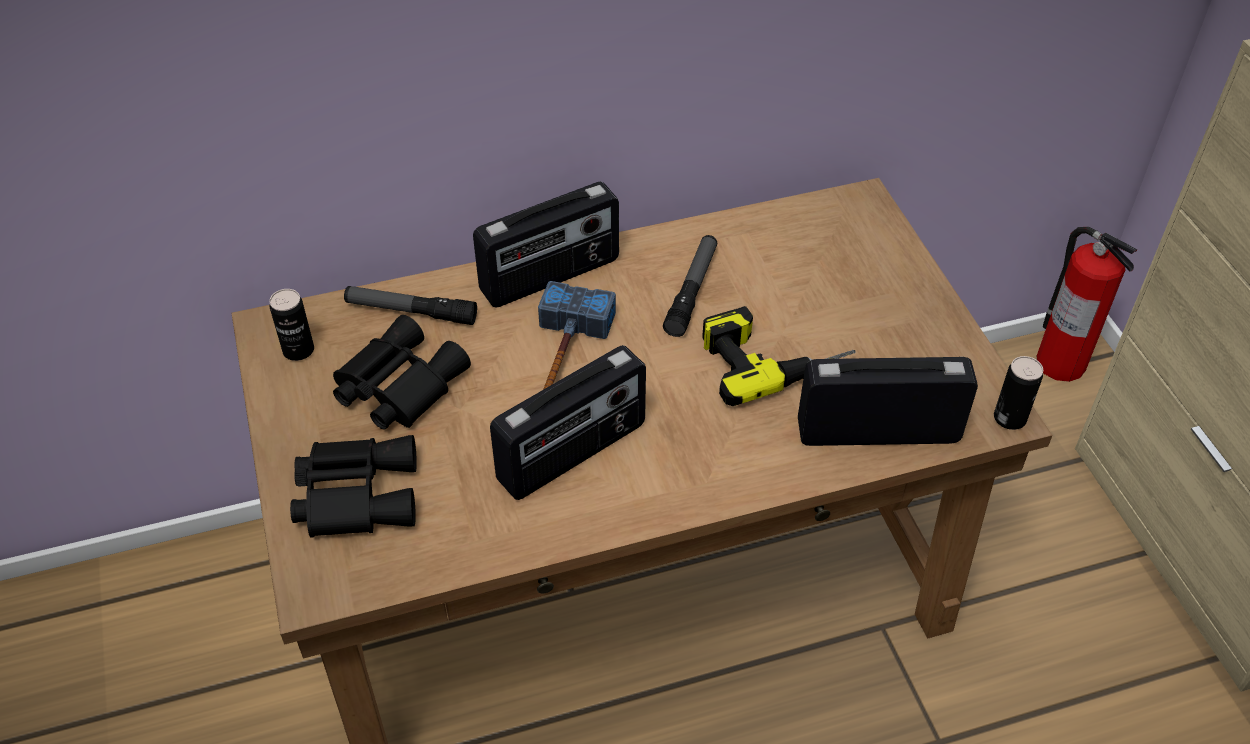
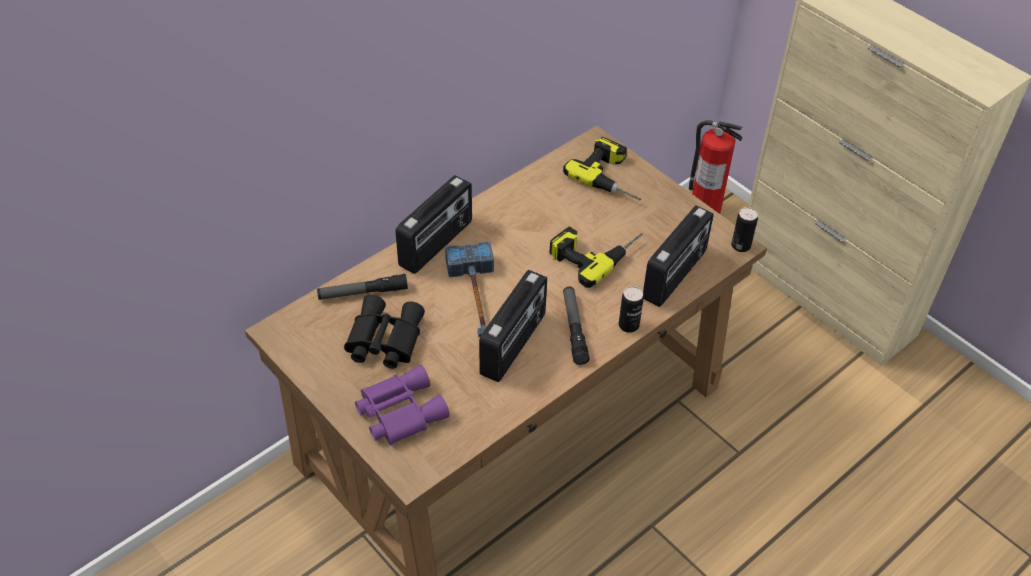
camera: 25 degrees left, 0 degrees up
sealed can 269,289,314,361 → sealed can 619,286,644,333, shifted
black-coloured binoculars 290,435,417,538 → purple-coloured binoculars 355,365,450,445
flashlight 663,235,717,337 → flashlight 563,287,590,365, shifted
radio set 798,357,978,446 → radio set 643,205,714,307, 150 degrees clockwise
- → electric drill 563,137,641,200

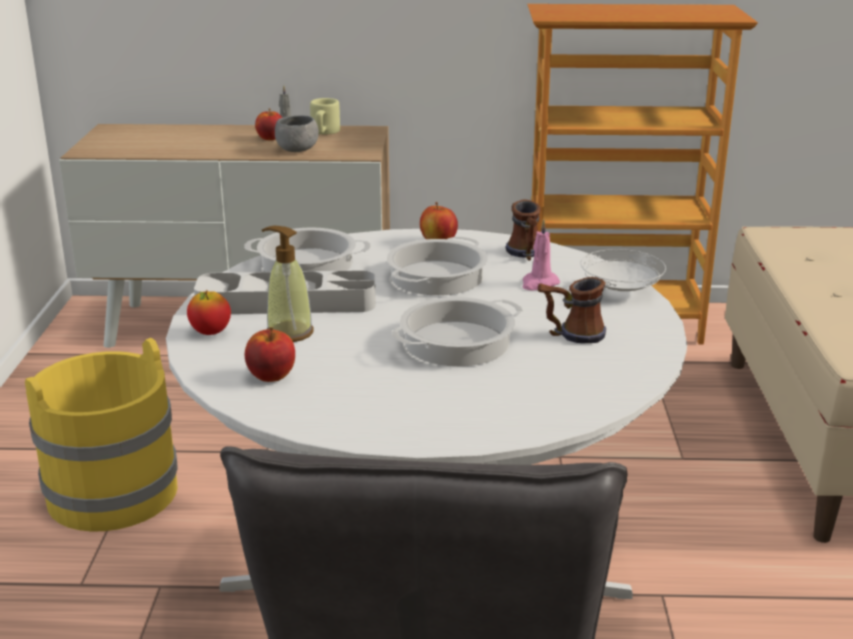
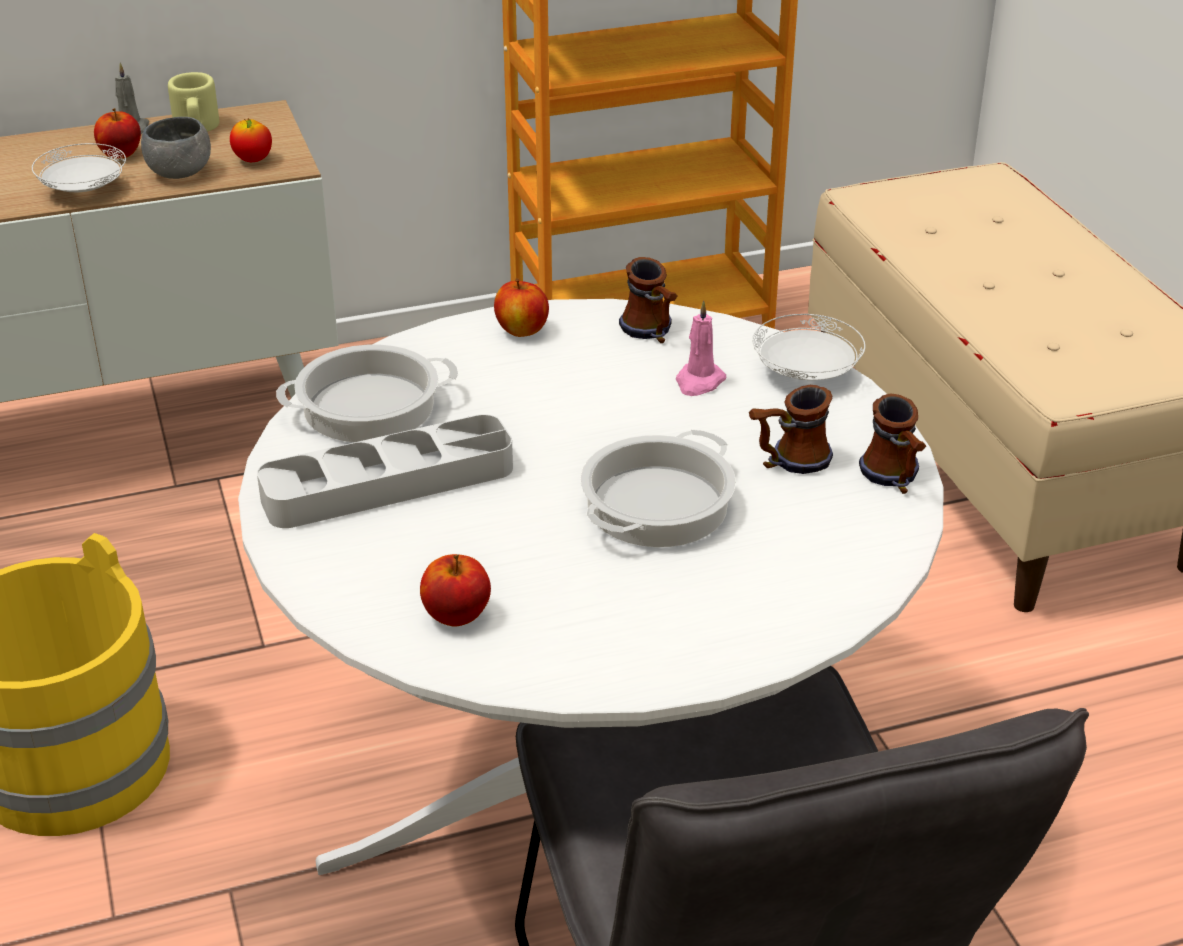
camera: 20 degrees left, 10 degrees up
apple fruit 187,290,231,335 → apple fruit 230,118,272,162, shifted
soap dispenser 262,225,314,342 → -
saucepot 387,237,488,295 → -
- → white-coloured flat dish 32,143,126,192
- → mug 859,393,926,494

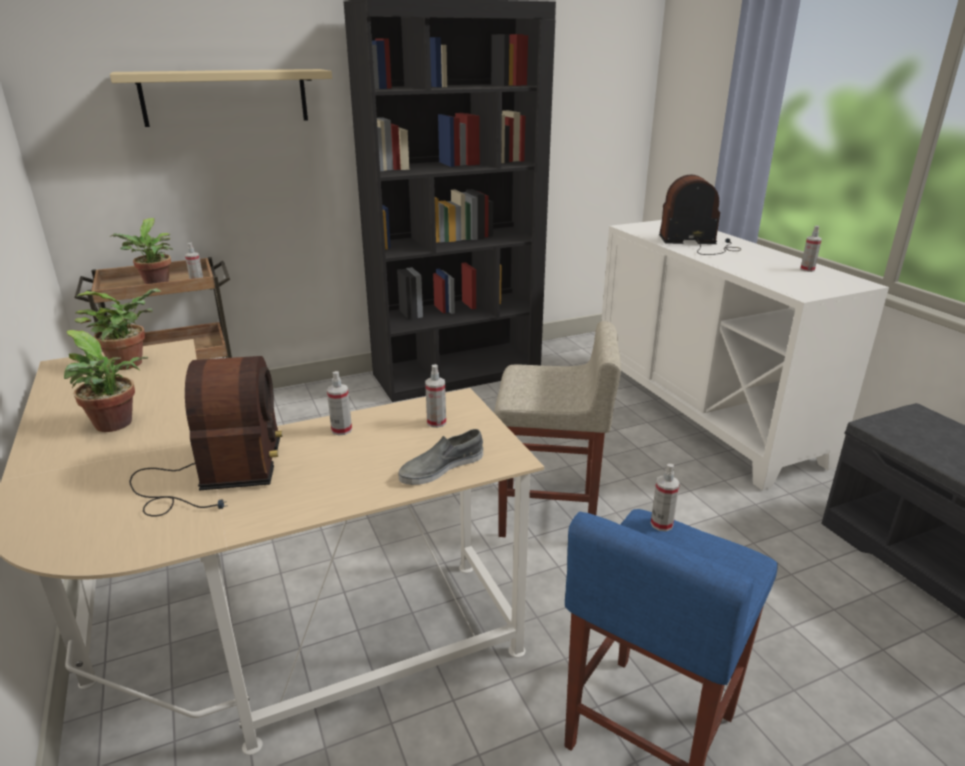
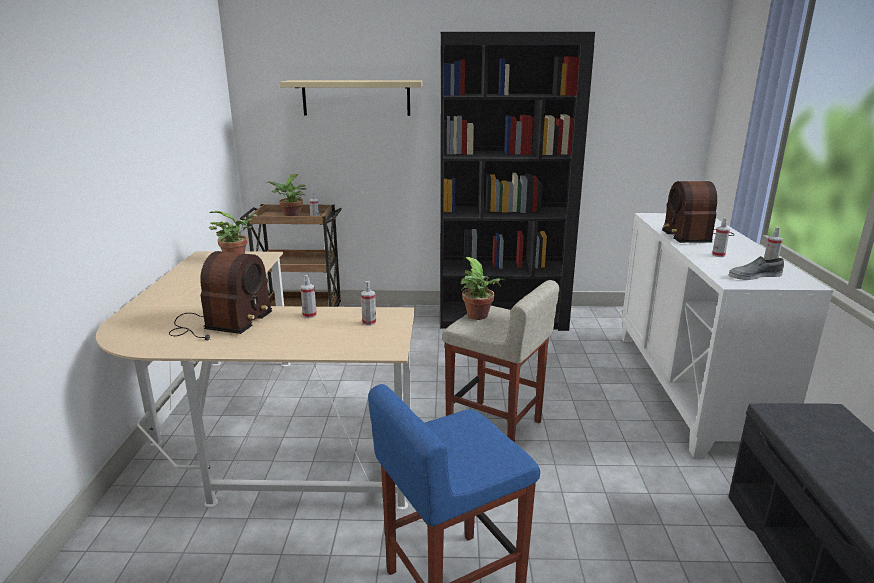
camera: 25 degrees right, 5 degrees down
plant in a pot 64,330,148,432 → plant in a pot 461,257,505,320, shifted
greyish shoe 399,429,483,485 → greyish shoe 729,256,784,280, shifted
hand sprayer 650,464,680,531 → hand sprayer 712,218,730,257, shifted
radio set 659,175,741,255 → radio set 662,181,734,243, 120 degrees counterclockwise

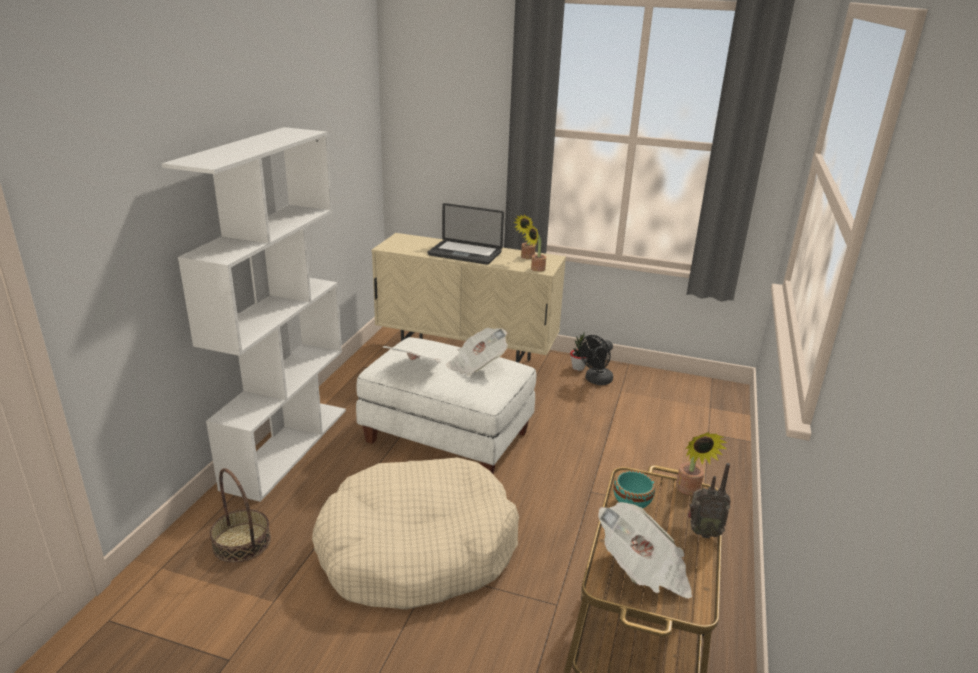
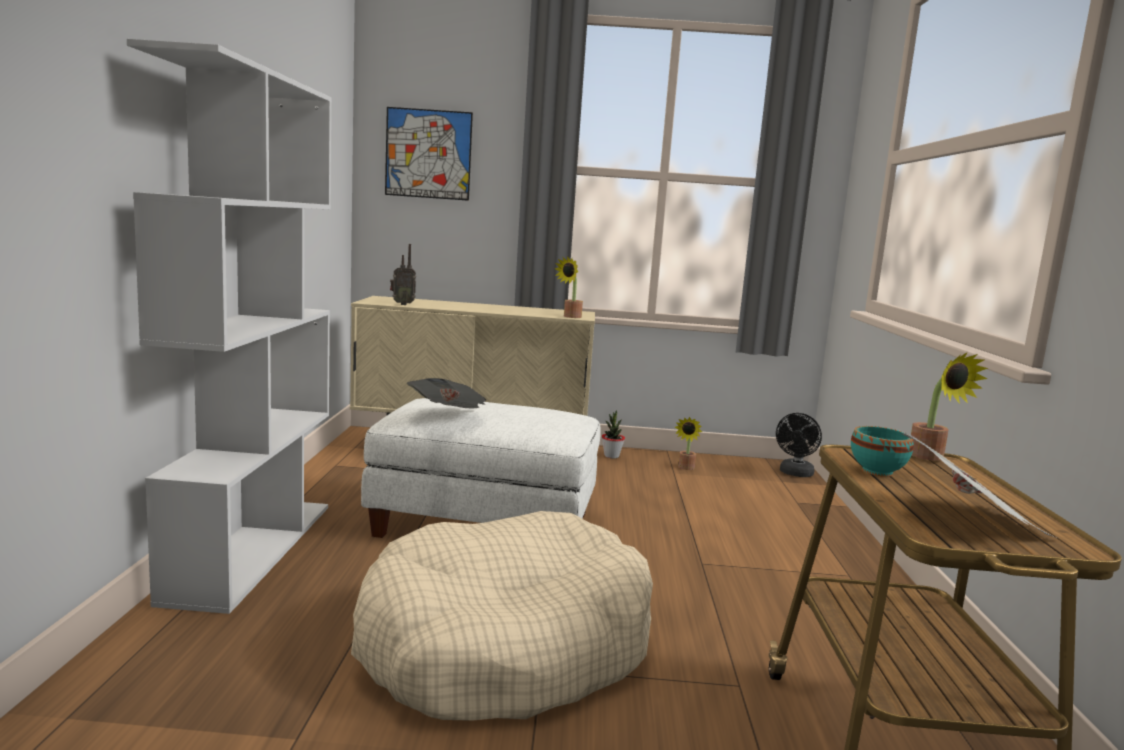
camera: 15 degrees left, 15 degrees down
storage basket 210,468,271,563 → -
laptop 428,203,504,265 → -
newspaper 447,328,508,376 → -
plant in a pot 513,214,536,259 → plant in a pot 674,417,702,470, shifted
black-coloured electric fan 579,335,613,385 → black-coloured electric fan 776,413,822,477, shifted
radio set 688,463,731,539 → radio set 390,244,416,305, shifted
- → wall picture 385,107,473,201

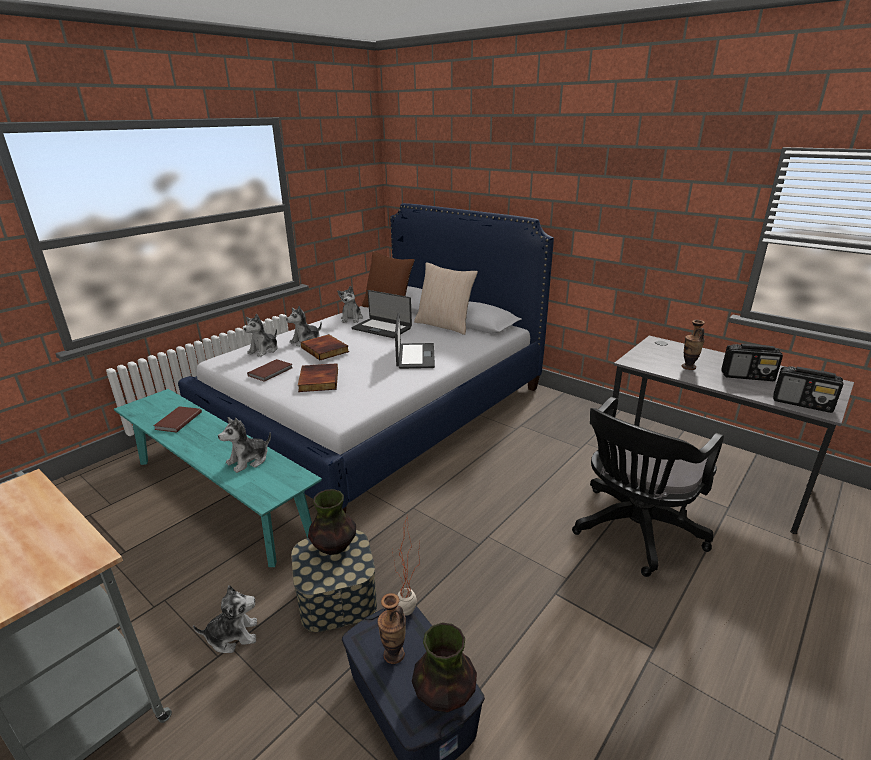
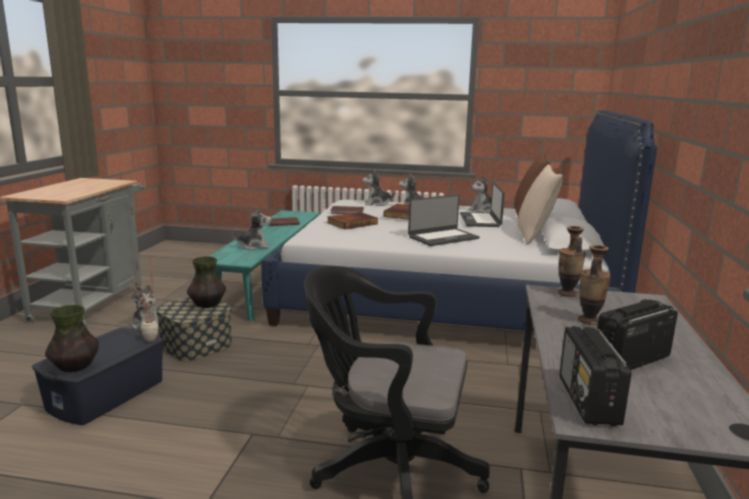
camera: 60 degrees right, 10 degrees down
plush toy 218,417,271,473 → plush toy 232,207,271,250, 150 degrees clockwise
decorative vase 377,593,406,664 → decorative vase 558,226,586,297, shifted
radio set 722,344,783,381 → radio set 597,300,678,370, 75 degrees clockwise

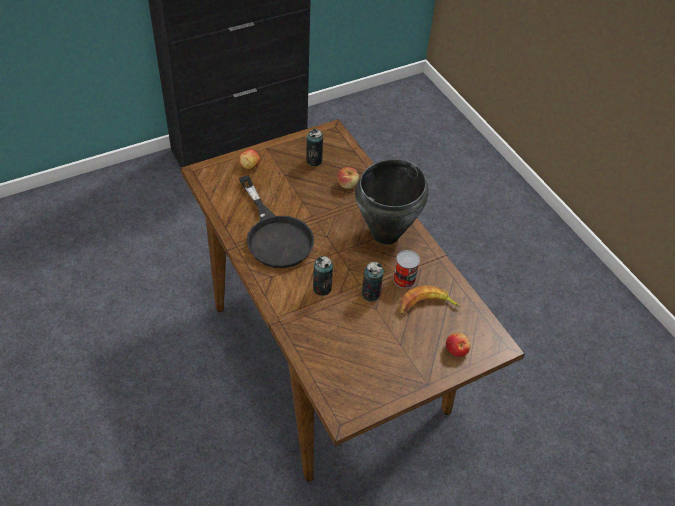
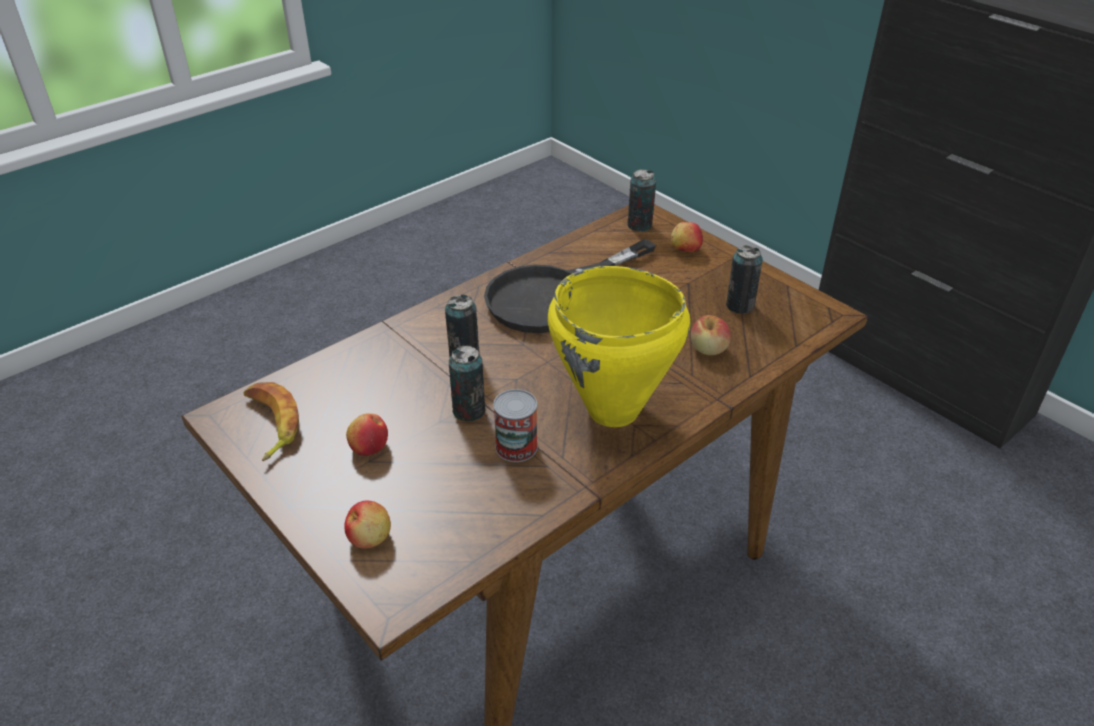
camera: 80 degrees right, 10 degrees down
black-coloured saucepot 355,159,428,245 → yellowish saucepot 548,266,690,427
banana 399,286,461,314 → banana 243,382,299,461, shifted
- → apple fruit 346,413,388,456
- → sealed can 627,170,656,232

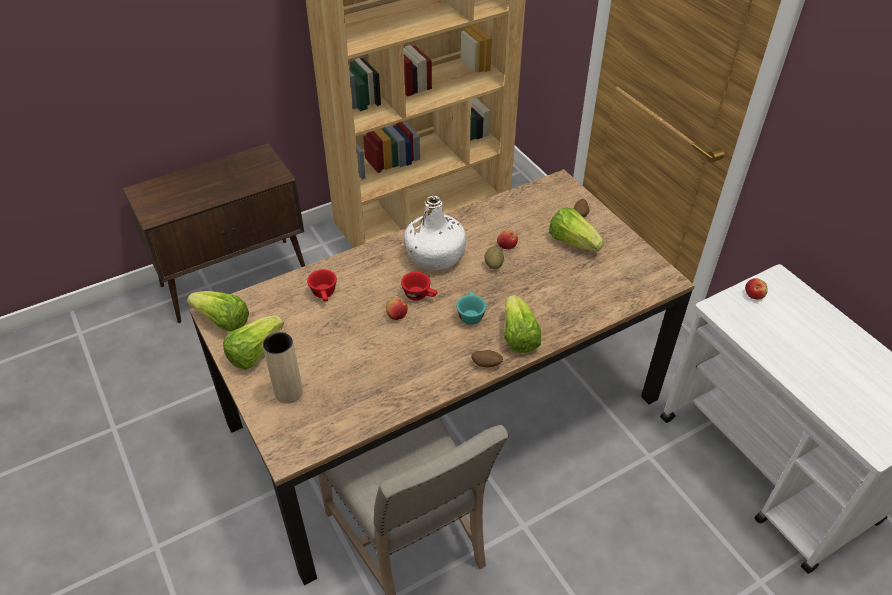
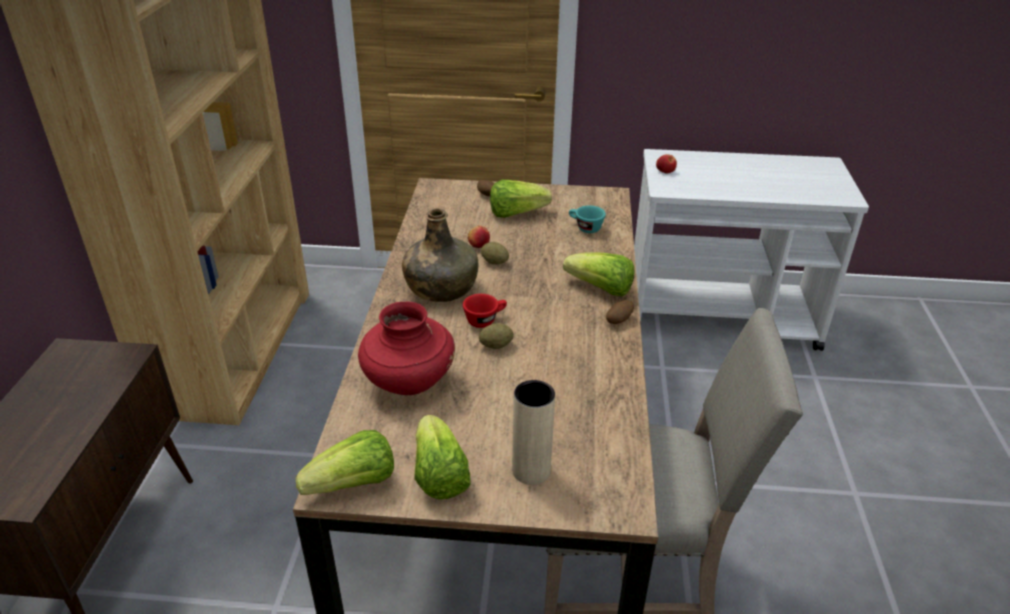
camera: 55 degrees left, 10 degrees down
red-coloured drinking cup 307,269,337,301 → red-coloured decorative vase 358,302,455,395
apple fruit 386,298,408,320 → whole potato 479,323,514,349
white-coloured beverage bottle 404,196,466,271 → green beverage bottle 402,208,479,302
blue-green drinking cup 456,292,486,325 → blue-green drinking cup 569,206,606,233, shifted

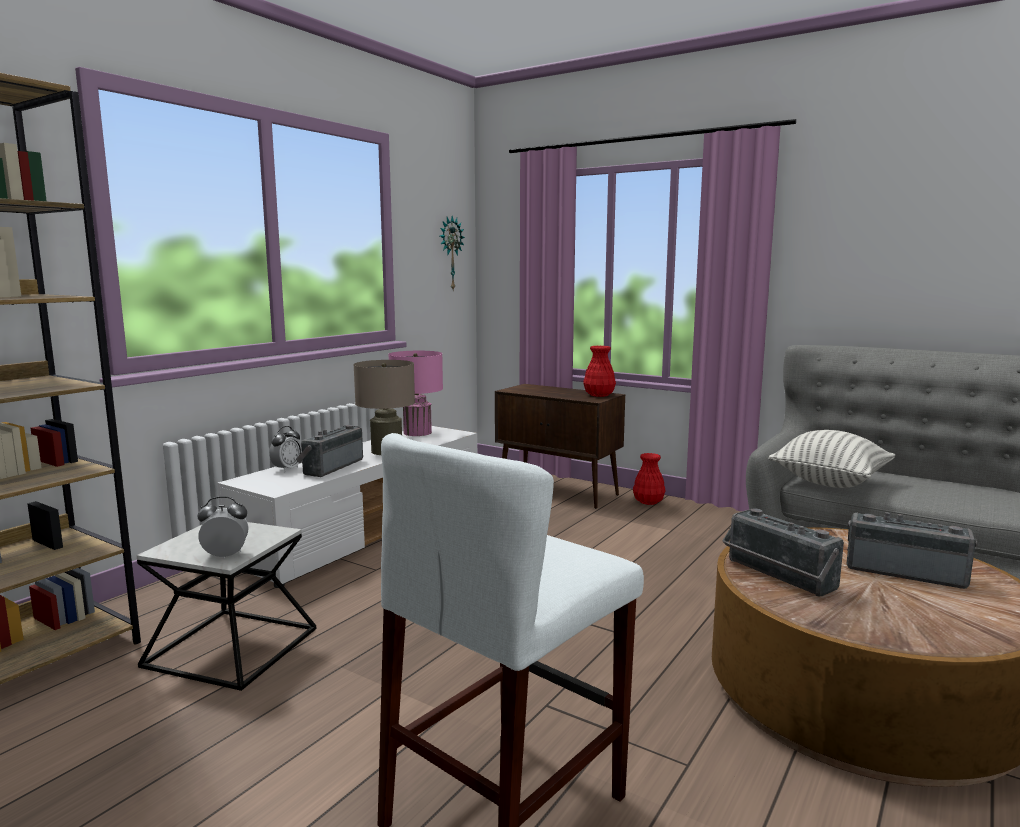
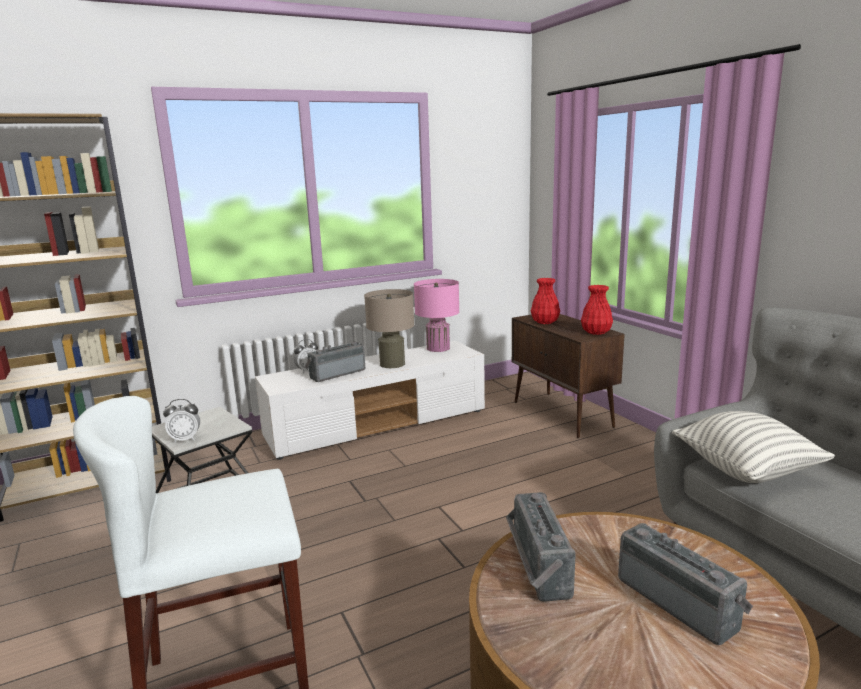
camera: 30 degrees right, 5 degrees up
bedside clock 198,496,248,558 → bedside clock 163,399,200,443, 150 degrees clockwise
hanging clock 440,216,465,290 → -
red-coloured decorative vase 633,453,666,505 → red-coloured decorative vase 531,278,560,324, shifted

